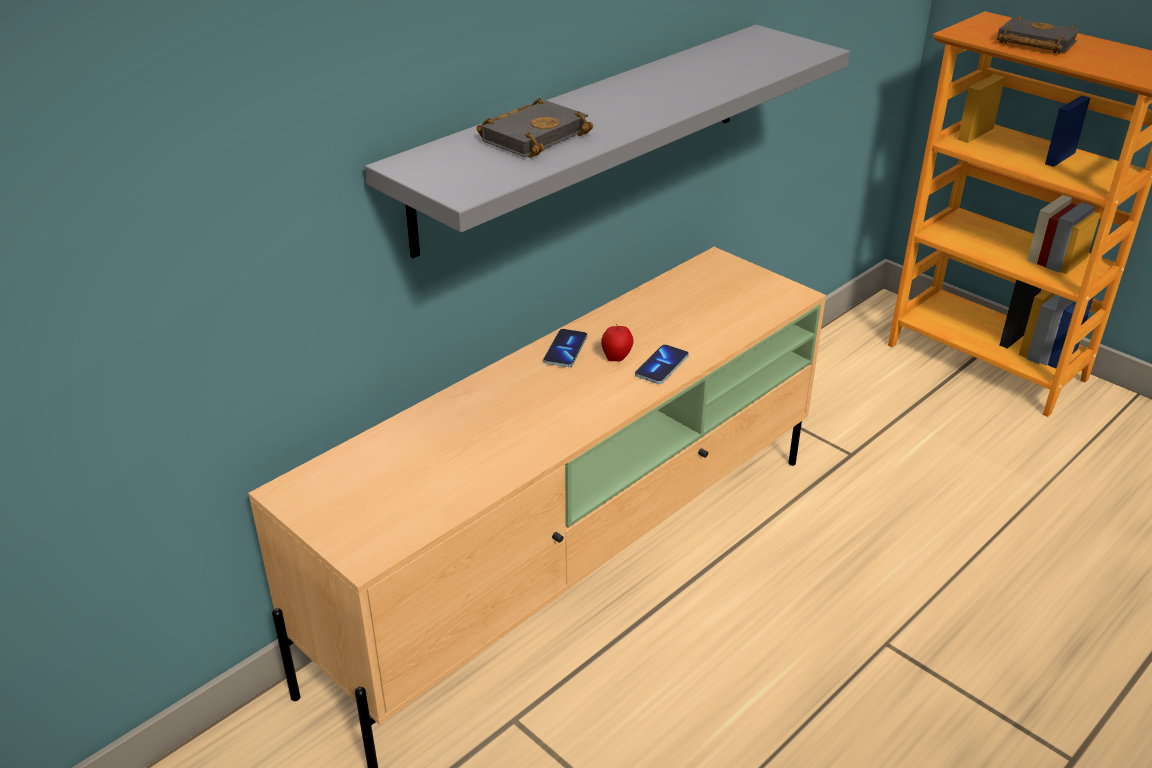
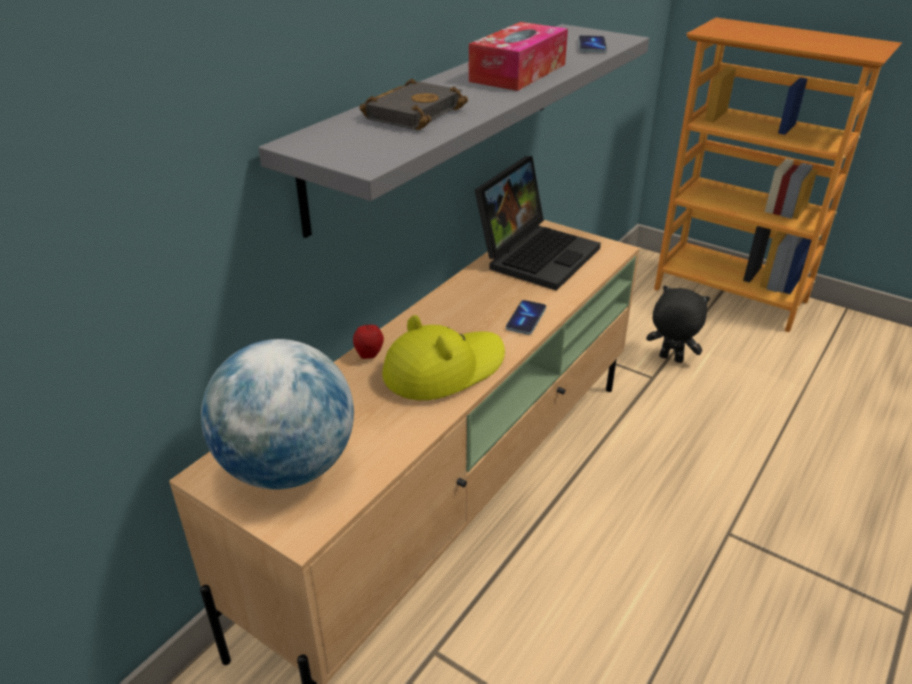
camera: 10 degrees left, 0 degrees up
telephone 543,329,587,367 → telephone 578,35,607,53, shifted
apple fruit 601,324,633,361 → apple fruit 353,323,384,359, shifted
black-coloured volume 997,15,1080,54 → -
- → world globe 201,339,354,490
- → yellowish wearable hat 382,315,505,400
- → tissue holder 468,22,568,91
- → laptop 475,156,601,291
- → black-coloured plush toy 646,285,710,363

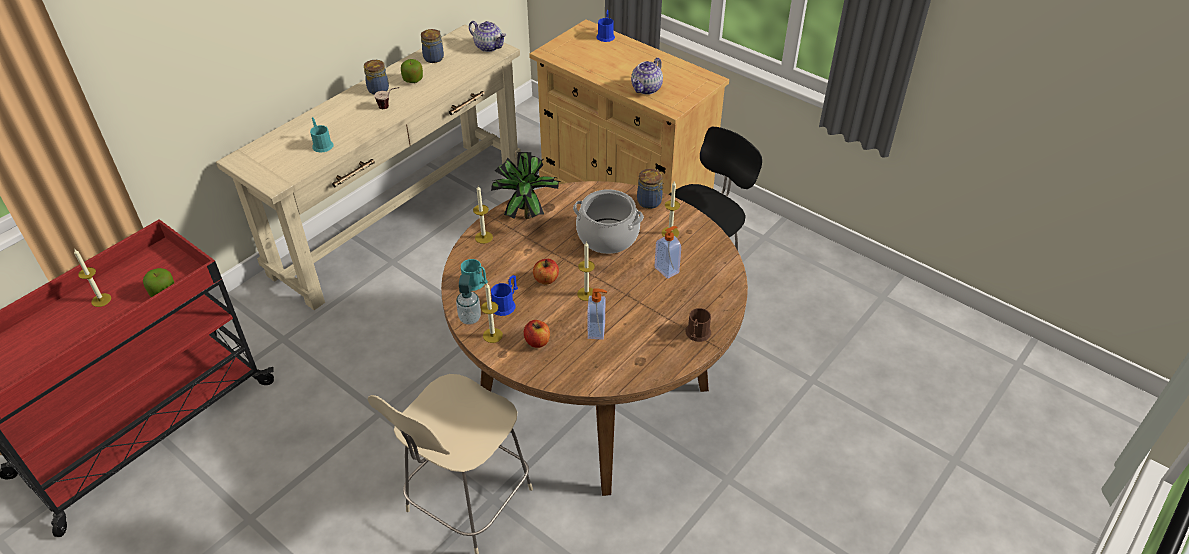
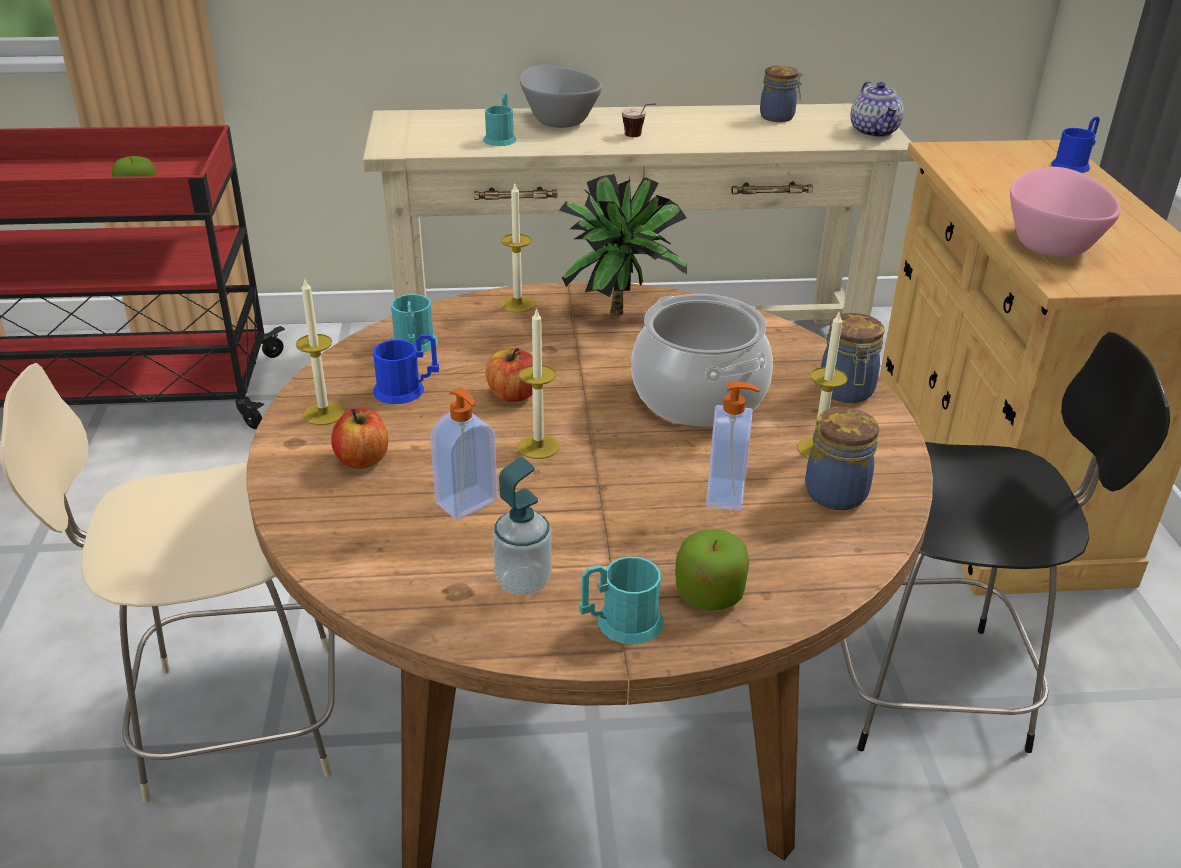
camera: 45 degrees right, 10 degrees down
candle 74,249,111,307 → -
jar 364,60,389,95 → jar 805,407,879,510, shifted
apple fruit 401,59,423,83 → apple fruit 675,529,749,611, shifted
soap dispenser 456,274,481,325 → soap dispenser 493,457,552,595, shifted
pot for tea 631,57,663,95 → pinkish deep dish 1010,167,1120,258
brown-coloured mug 685,308,711,342 → blue-green mug 579,557,664,644
- → greyish deep dish 520,65,602,128

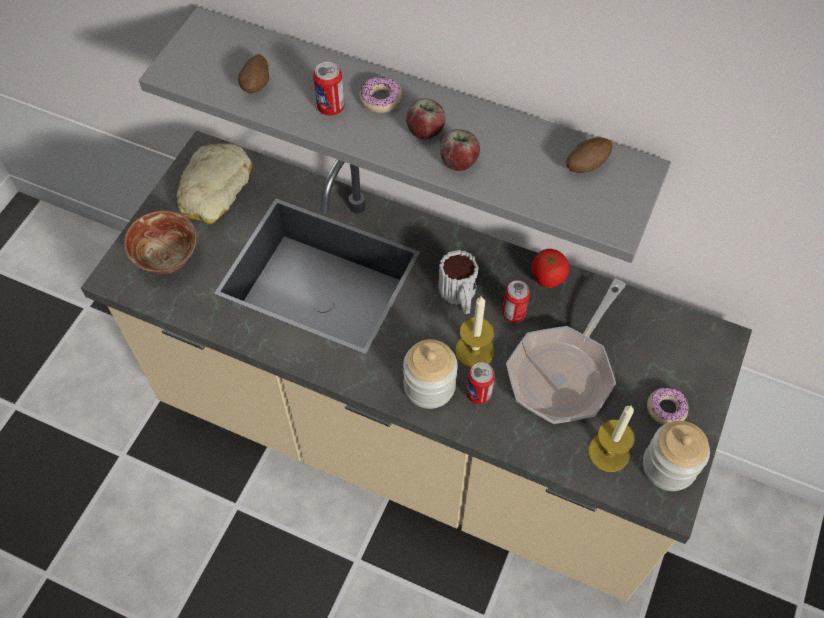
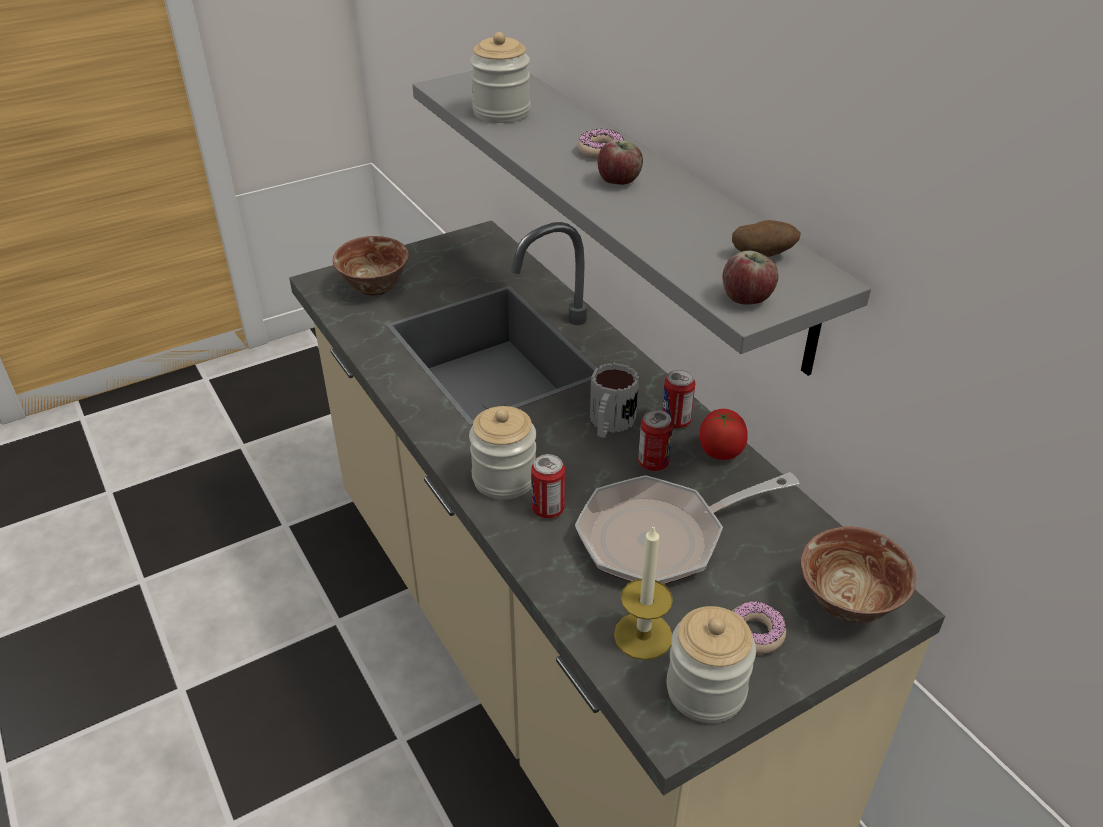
camera: 35 degrees right, 20 degrees down
bread 176,143,252,224 → -
whole potato 238,54,269,93 → jar 470,32,531,123
sealed can 313,62,345,116 → sealed can 662,370,695,428, shifted
apple fruit 440,129,480,171 → apple fruit 722,250,778,305, shifted
candle 455,296,494,368 → -
- → deep dish 801,526,916,623

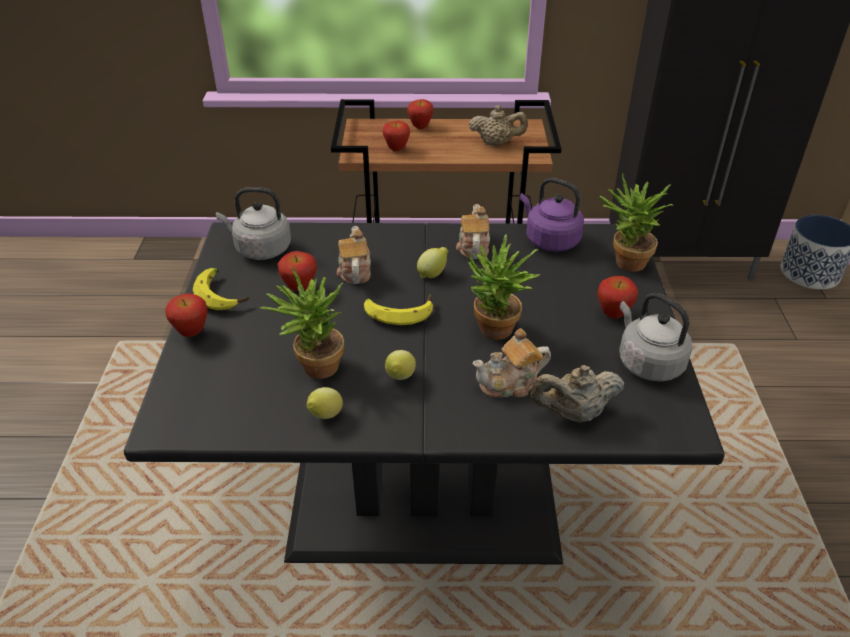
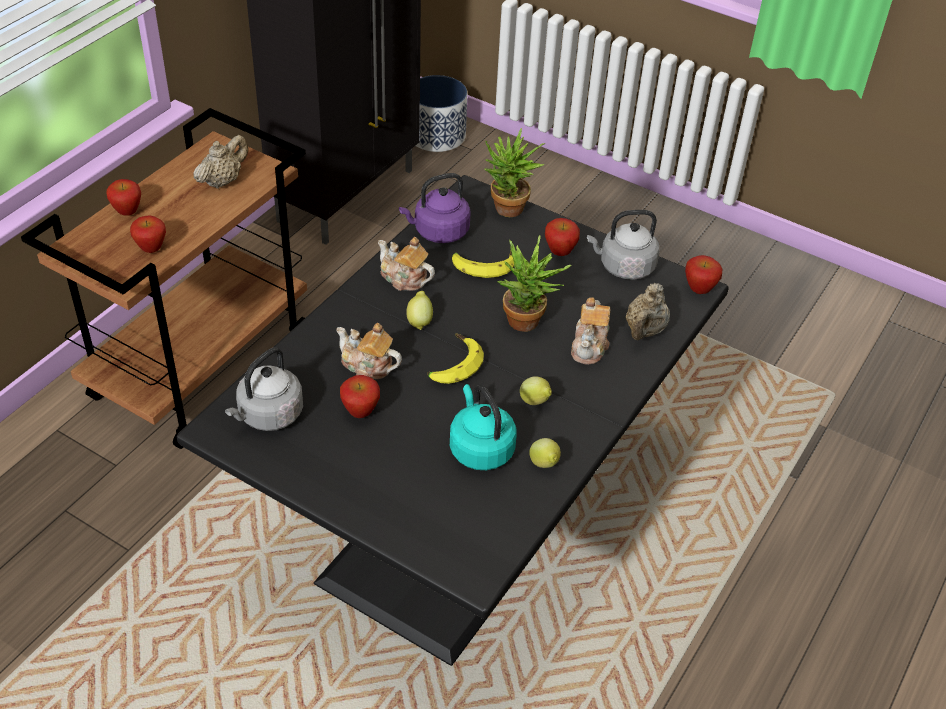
camera: 60 degrees left, 5 degrees up
apple fruit 165,294,208,337 → apple fruit 685,255,722,294, shifted
banana 193,268,250,310 → banana 452,251,514,278, shifted
plant in a pot 259,267,344,379 → blue-green water kettle 450,384,516,470

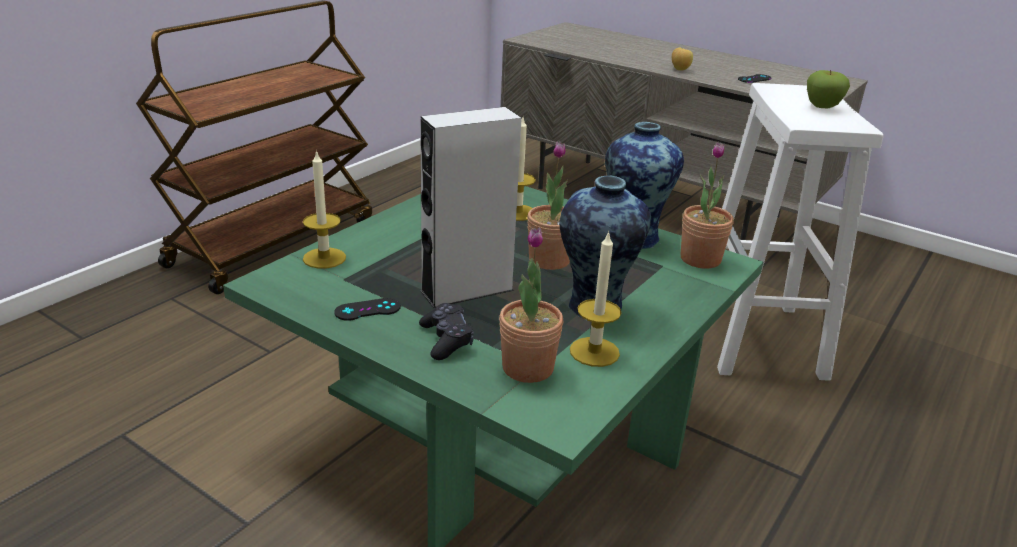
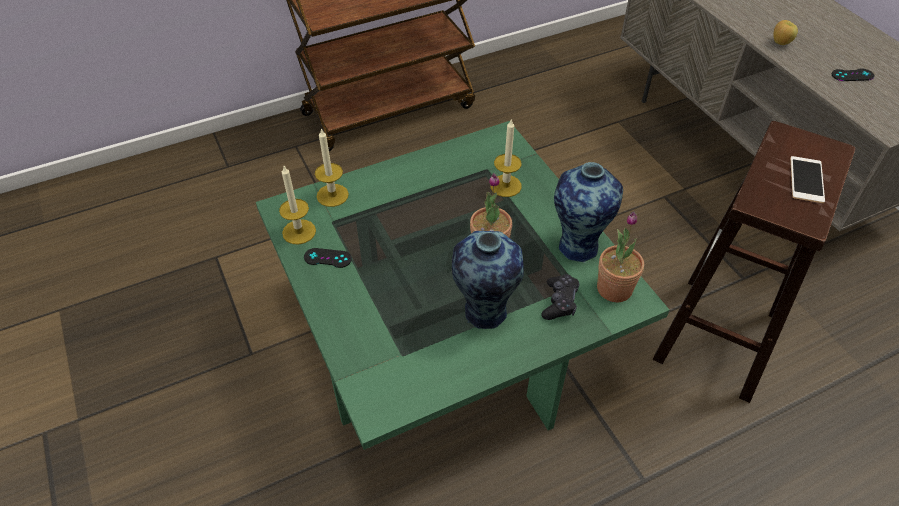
camera: 30 degrees right, 20 degrees up
black-coloured game controller 419,303,474,360 → black-coloured game controller 541,274,579,320, shifted
greyish loudspeaker 420,107,522,308 → -
plant in a pot 499,228,563,383 → -
candle 570,231,621,367 → candle 279,166,316,245, shifted
white-coloured stool seat 717,83,883,381 → brown-coloured stool seat 653,121,856,403
apple fruit 807,70,850,108 → telephone 790,156,825,203

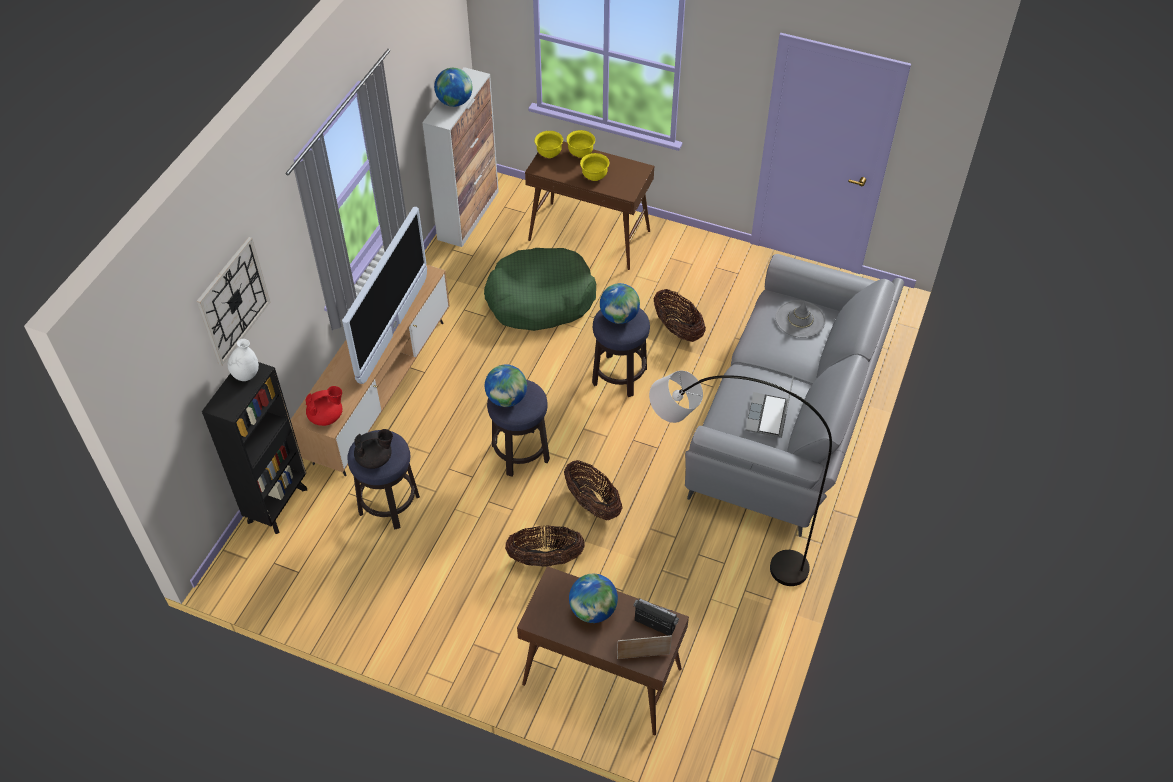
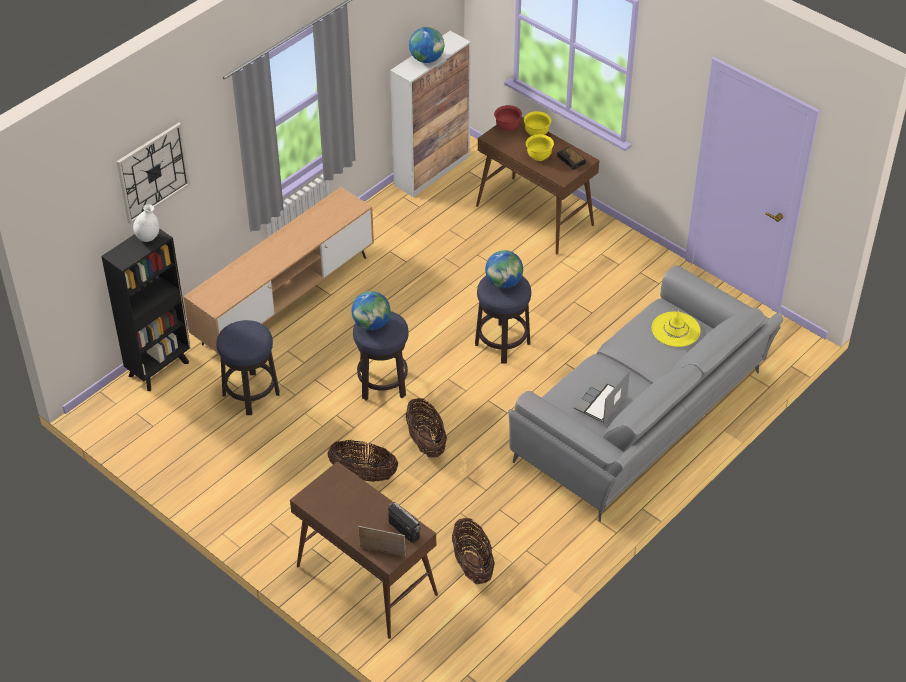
camera: 20 degrees right, 5 degrees down
red-coloured pot for tea 305,386,342,426 → -
TV set 342,207,427,384 → -
black-coloured pot for tea 354,429,393,469 → -
green dog cushion 484,248,596,331 → -
yellowish deep dish 534,131,563,158 → red-coloured deep dish 494,105,522,131
world globe 569,574,618,623 → -
greyish standing lamp 649,371,832,586 → -
storage basket 654,289,706,342 → storage basket 452,518,495,584, shifted
greyish wearable hat 775,300,826,338 → yellowish wearable hat 652,310,701,347
- → bedside clock 557,146,586,170

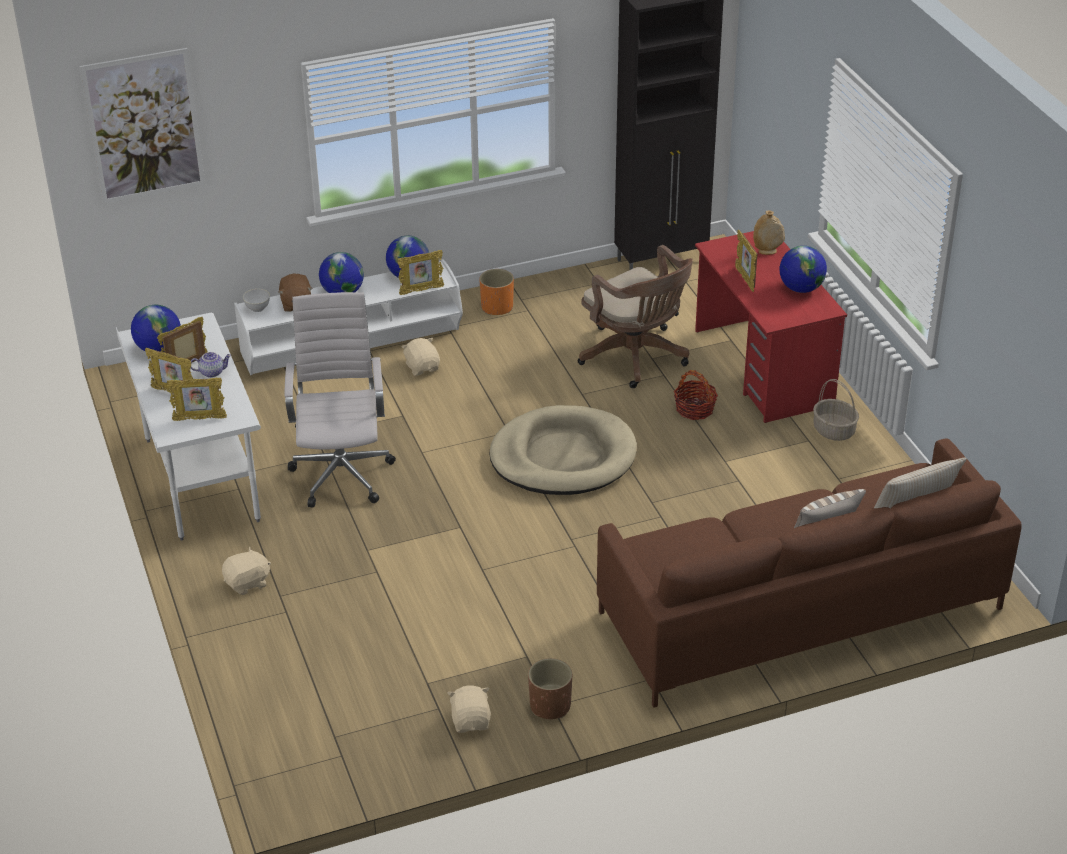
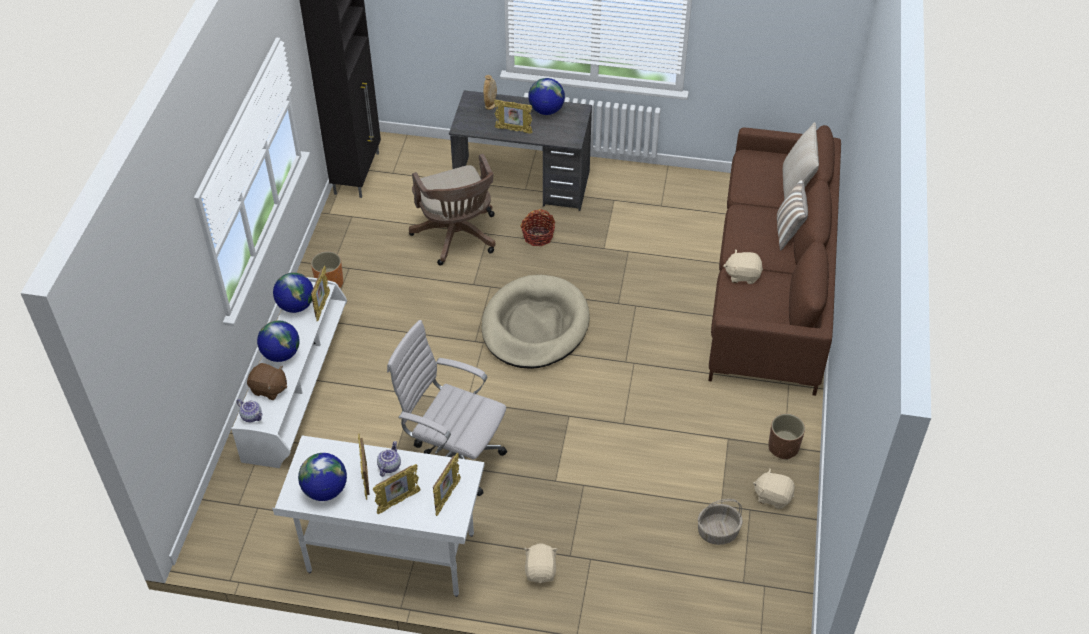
camera: 60 degrees left, 10 degrees up
wall picture 79,48,205,204 → -
greyish deep dish 243,289,270,312 → pot for tea 236,399,263,422
beige-coloured plush toy 401,338,440,376 → beige-coloured plush toy 723,249,763,284, shifted
brown-coloured computer chair 578,245,693,388 → brown-coloured computer chair 409,154,496,266, 75 degrees clockwise
red-coloured desk 695,231,847,423 → greyish desk 449,90,592,211
storage basket 813,379,859,441 → storage basket 698,499,743,545, shifted

